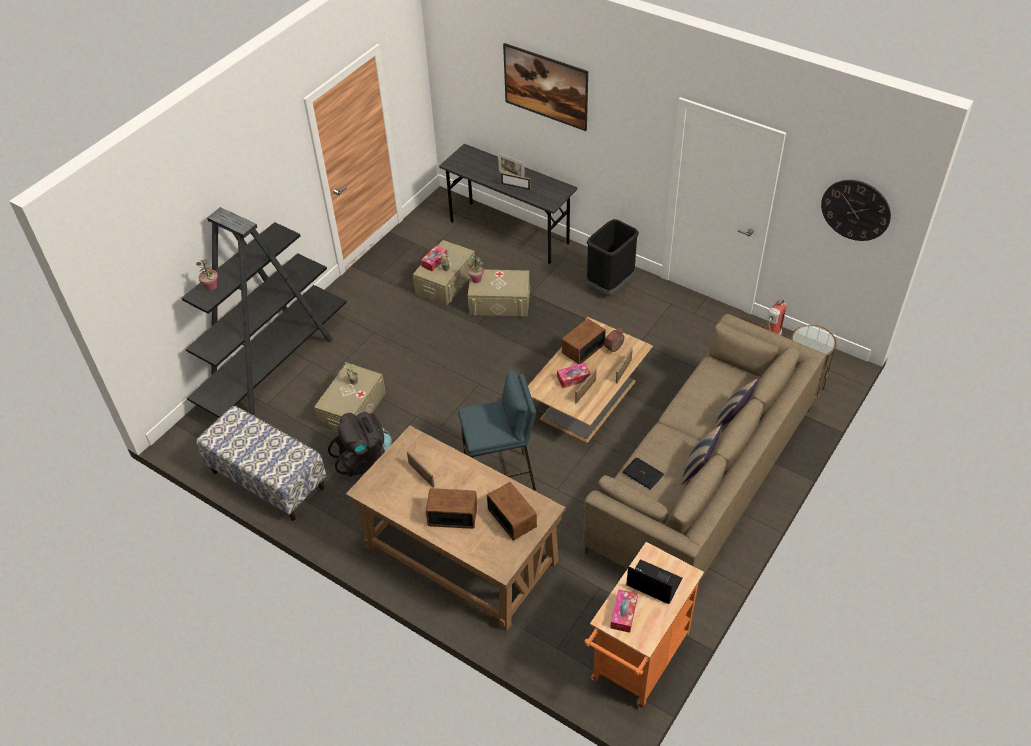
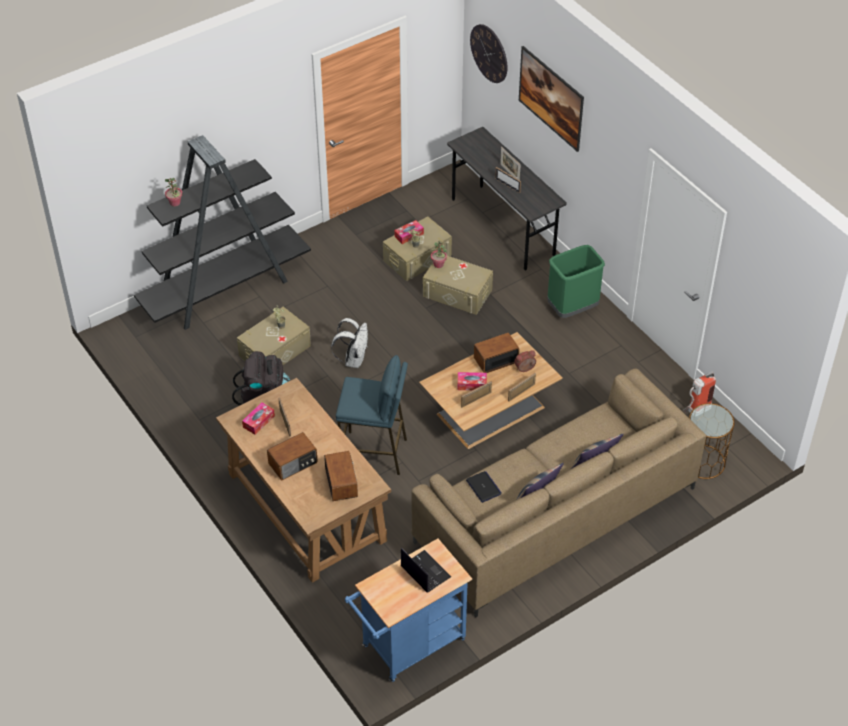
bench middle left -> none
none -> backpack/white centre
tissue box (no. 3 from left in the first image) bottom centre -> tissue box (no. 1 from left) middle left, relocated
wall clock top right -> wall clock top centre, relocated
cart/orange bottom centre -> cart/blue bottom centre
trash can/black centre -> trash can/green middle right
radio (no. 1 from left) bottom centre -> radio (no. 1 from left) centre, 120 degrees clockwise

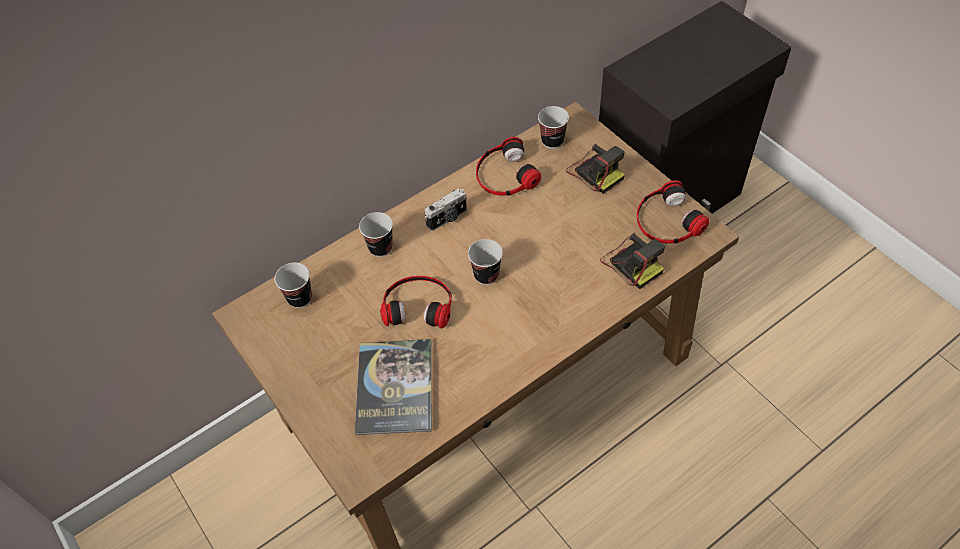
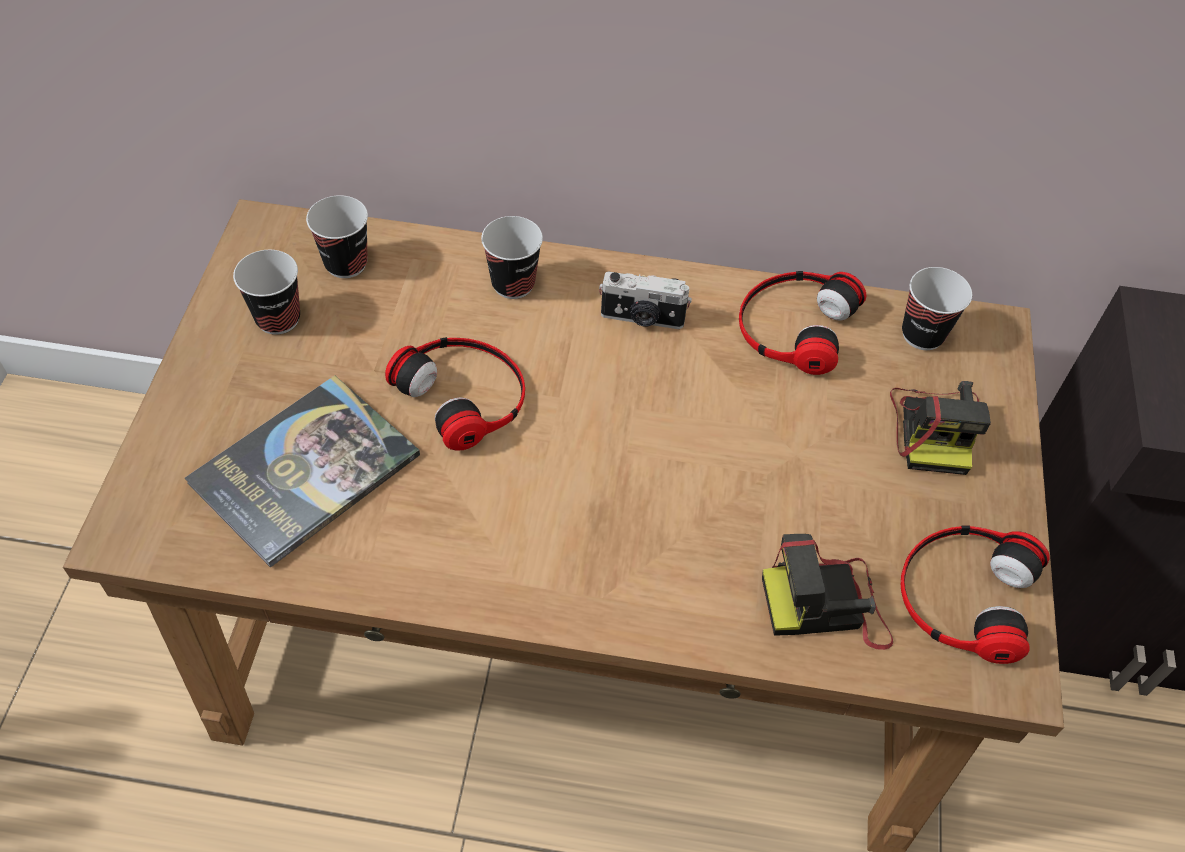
cup (no. 3 from left in the first image) centre -> cup (no. 1 from left) middle left, relocated
photo camera (no. 3 from left in the first image) centre -> photo camera (no. 2 from left) bottom right, 75 degrees clockwise

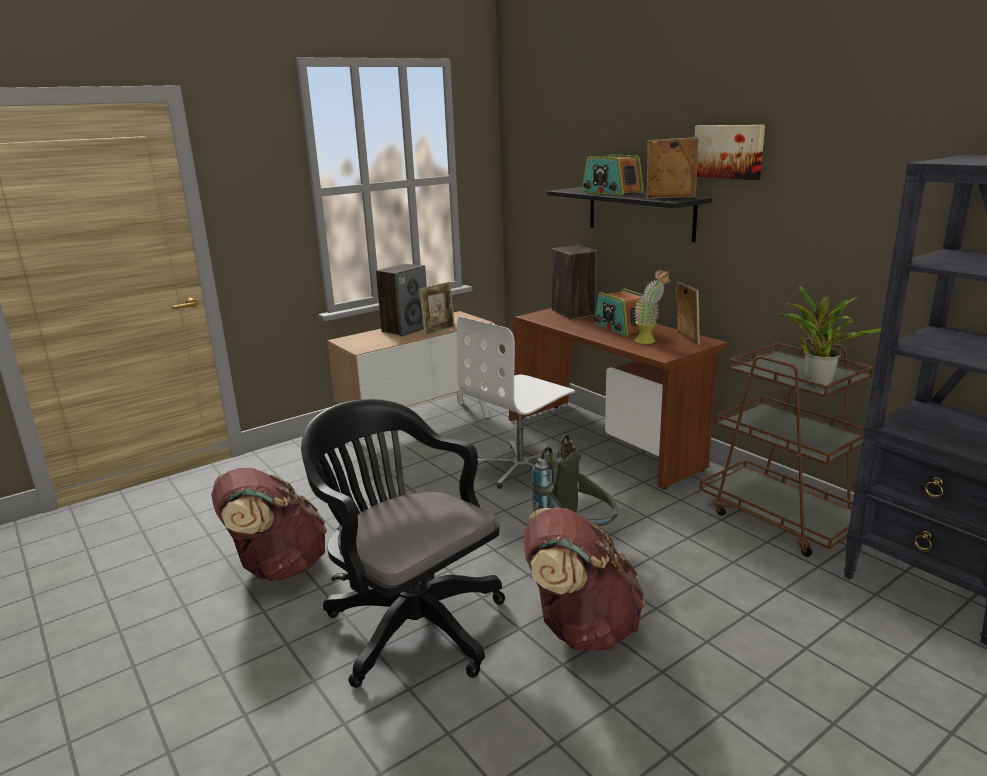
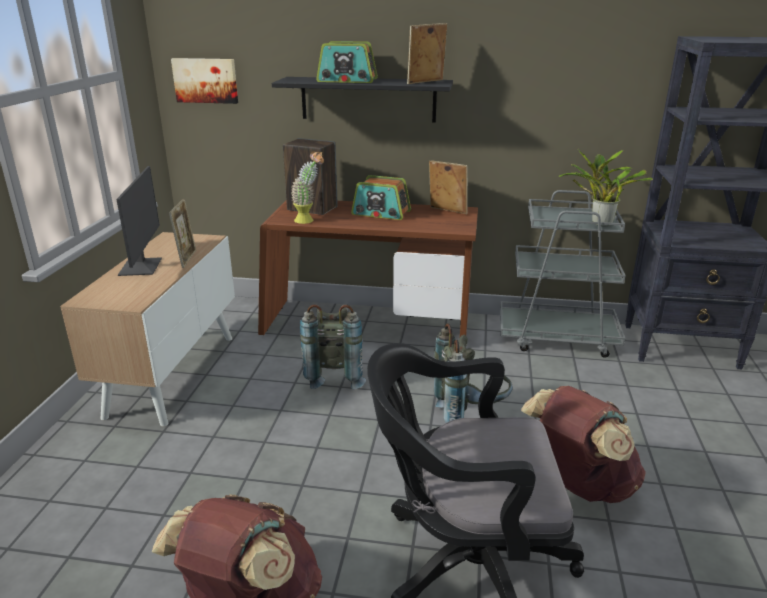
potted plant (no. 1 from left) centre -> potted plant (no. 1 from left) top centre, relocated
picture top right -> picture top left, relocated
speaker (no. 1 from left) centre -> monitor middle left
office chair/white centre -> backpack/grey (no. 1 from left) centre
cart/brown middle right -> cart/grey middle right

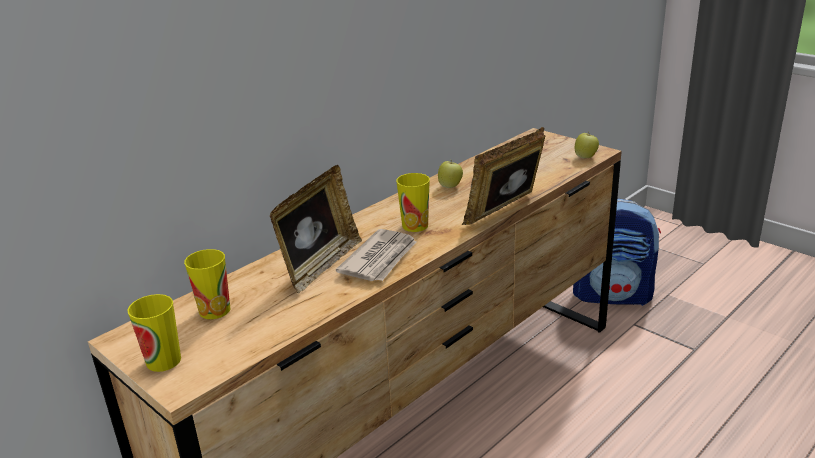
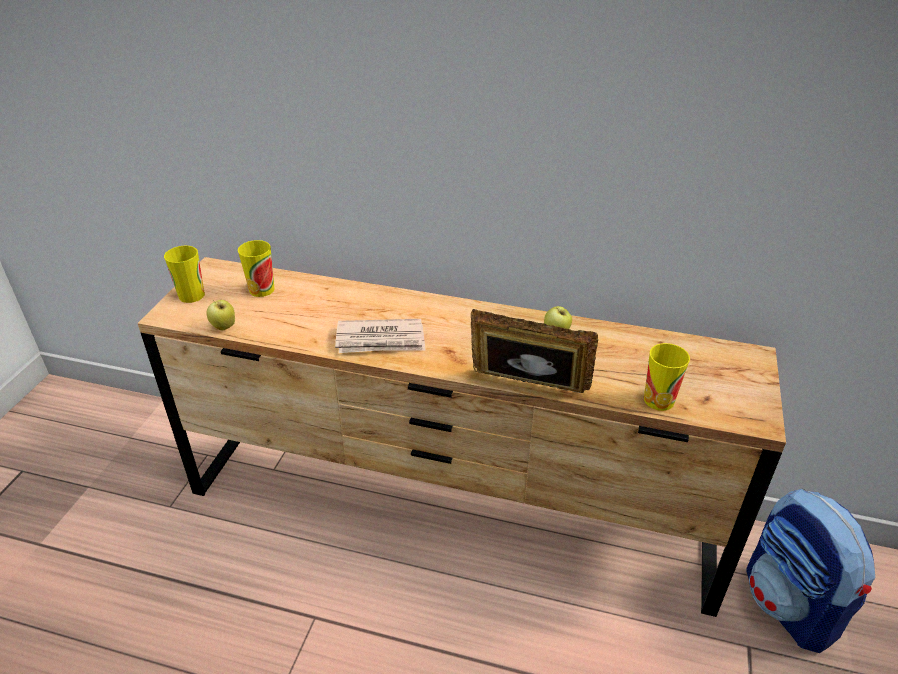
picture frame (no. 1 from left) centre -> none
cup (no. 3 from left) centre -> cup (no. 3 from left) middle right, relocated
apple (no. 2 from left in the first image) top right -> apple (no. 1 from left) middle left, relocated

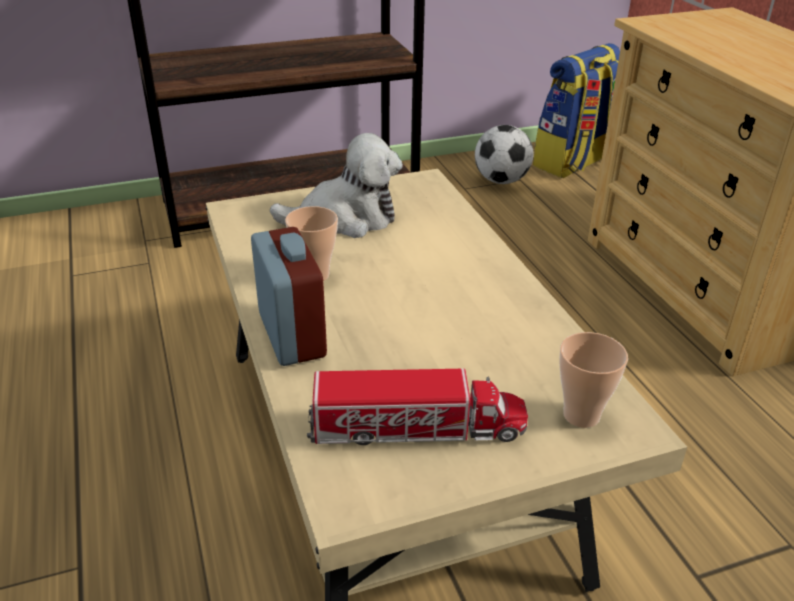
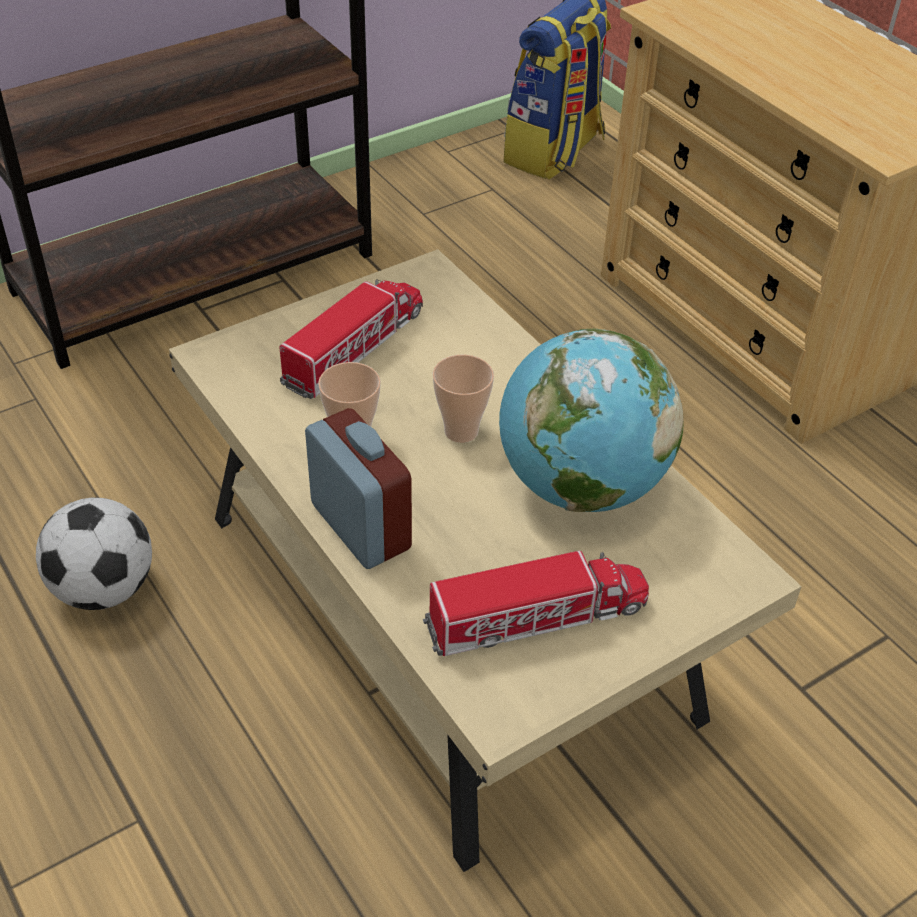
none -> globe centre
football top centre -> football middle left, relocated
cup (no. 2 from left) middle right -> cup (no. 2 from left) centre, relocated
plush toy top centre -> toy truck (no. 1 from left) centre

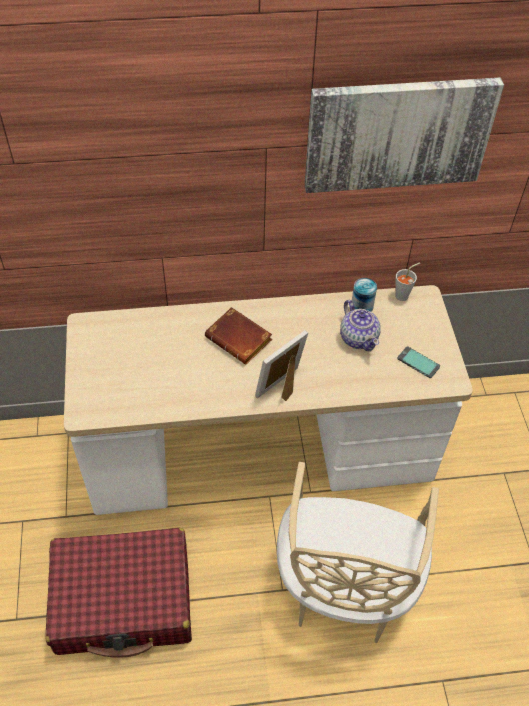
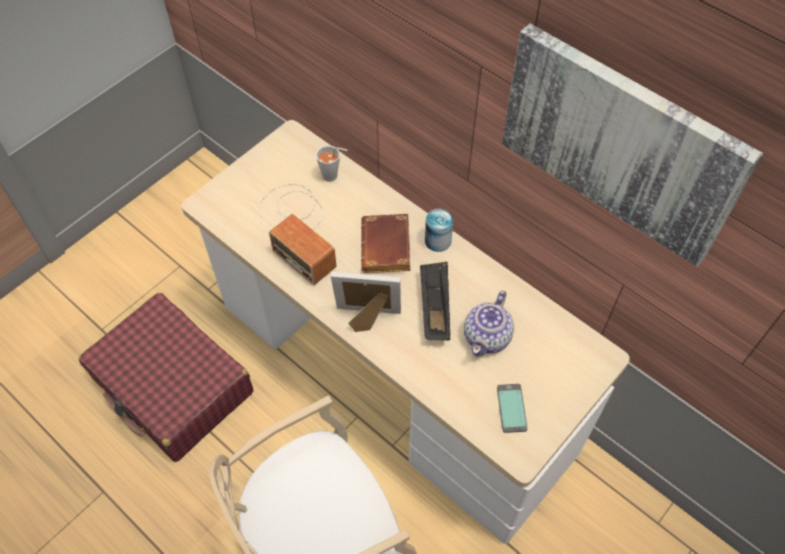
none -> radio centre
none -> tray/black centre
can middle right -> can centre, relocated
cup/grey middle right -> cup/grey top centre, relocated

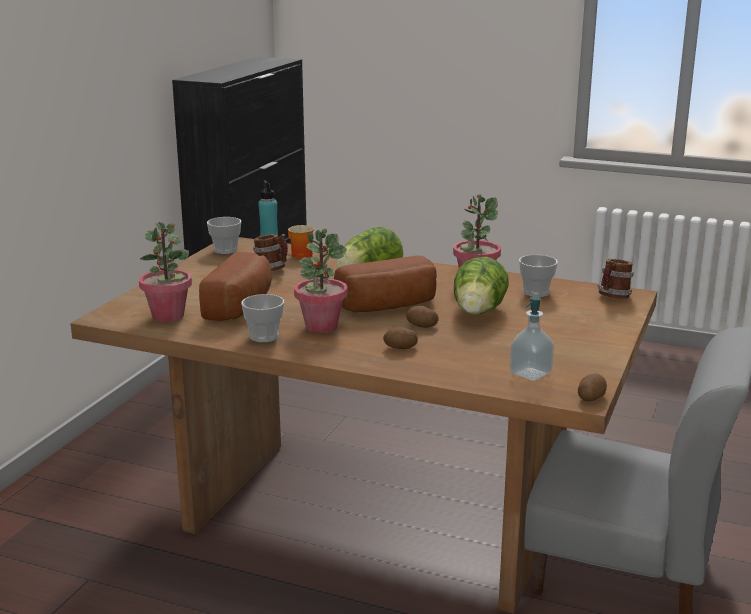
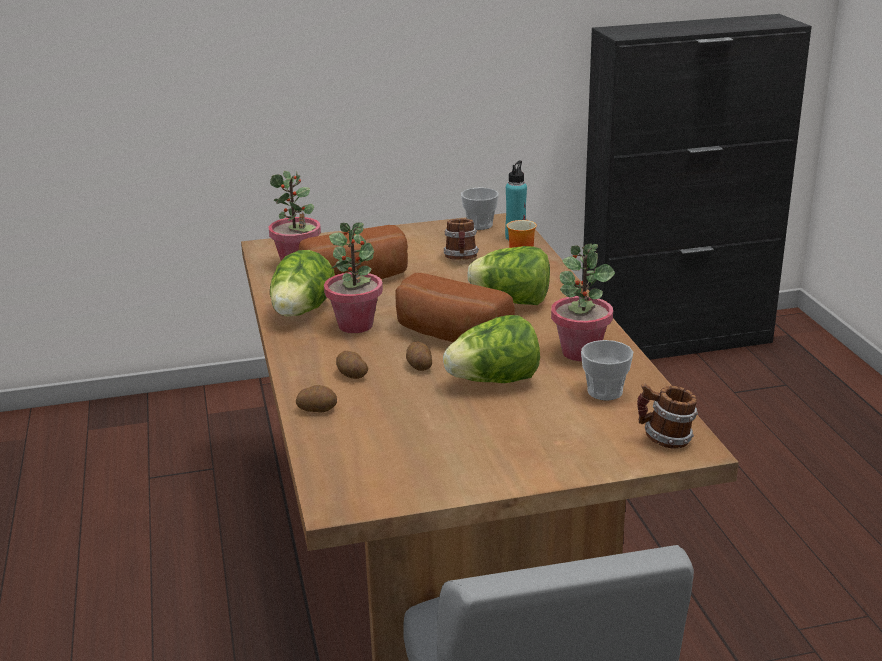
soap dispenser middle right -> none
potato (no. 3 from left in the first image) middle right -> potato (no. 1 from left) centre, relocated
cup (no. 2 from left) centre -> lettuce (no. 1 from left) centre

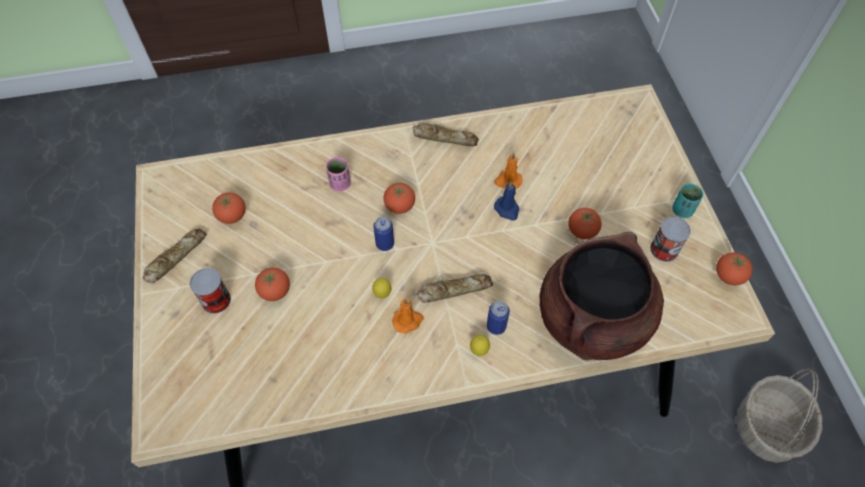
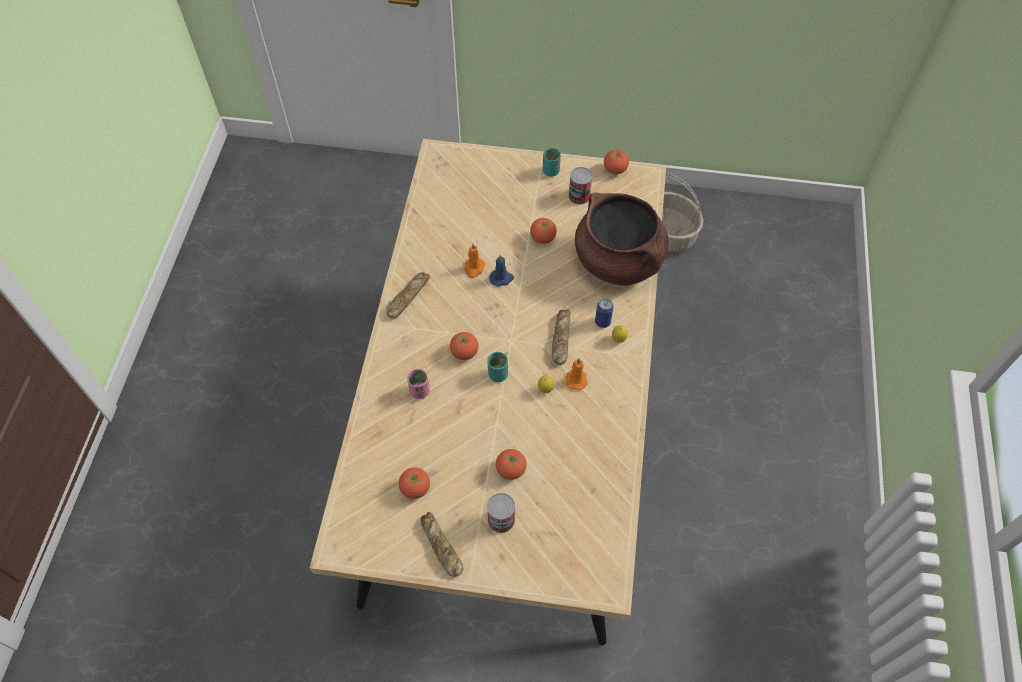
can (no. 2 from left) centre -> cup/turquoise (no. 1 from left) centre

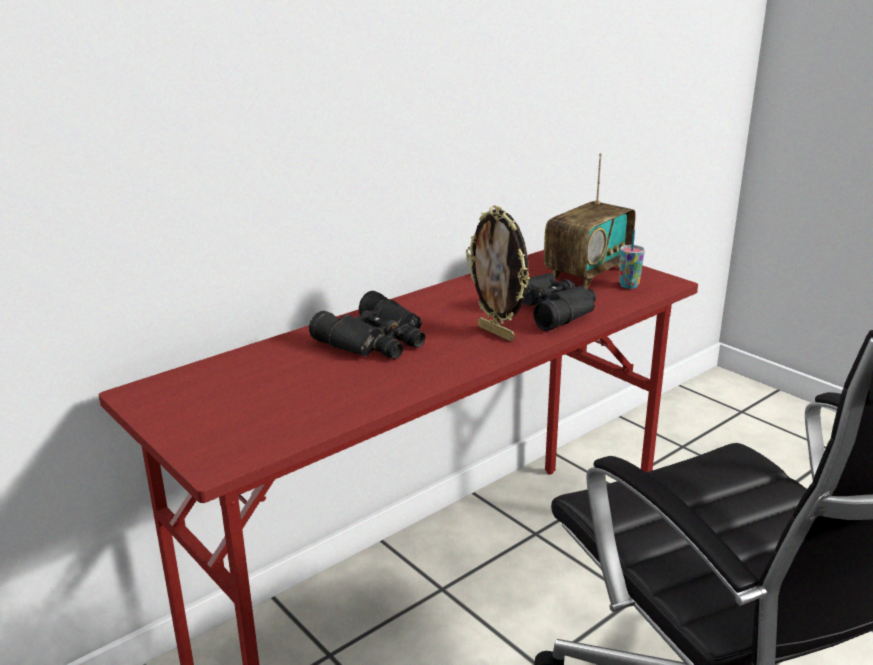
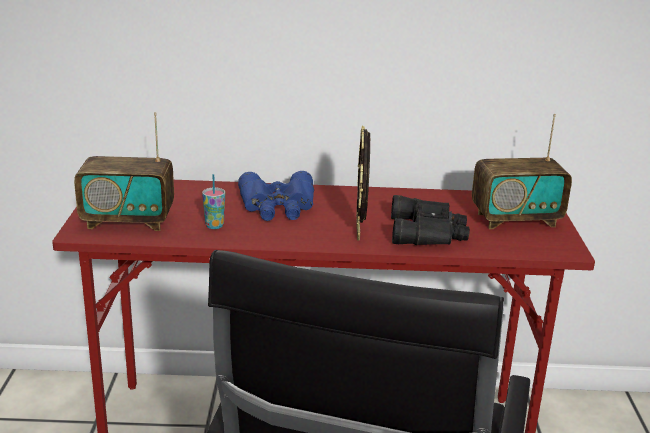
none -> radio (no. 1 from left) middle left
cup middle right -> cup middle left, relocated
binoculars/black (no. 1 from left) centre -> binoculars/blue centre

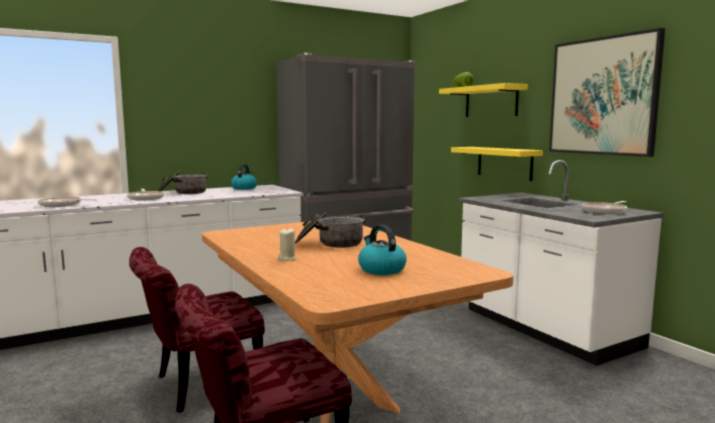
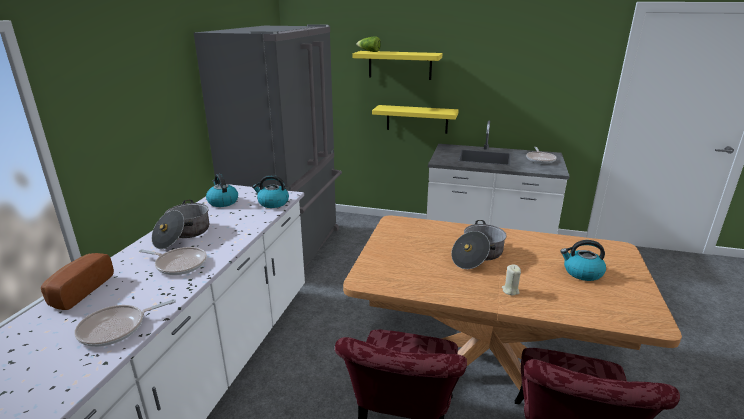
picture top right -> none
none -> bread bottom left
none -> kettle (no. 2 from left) centre

